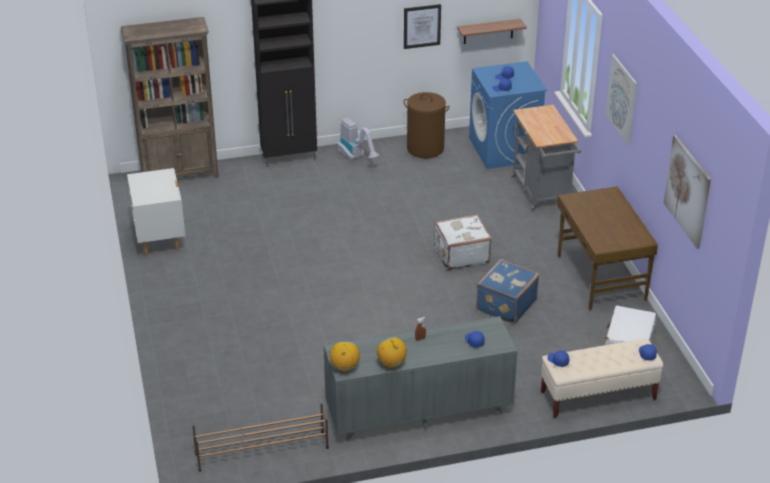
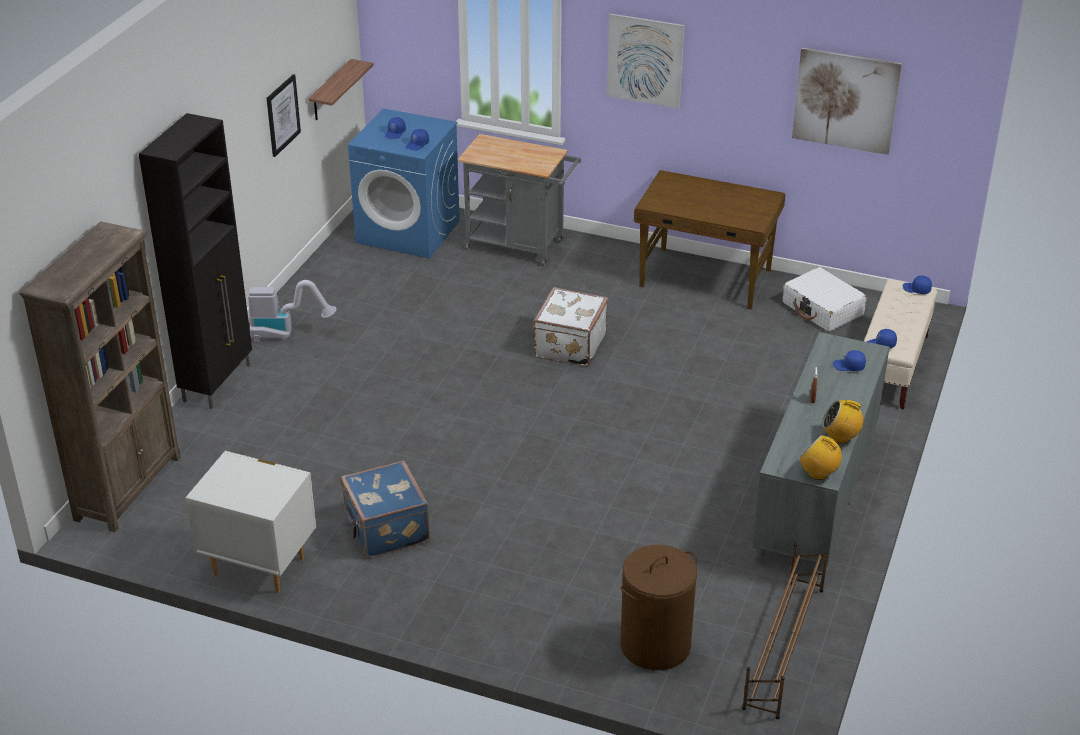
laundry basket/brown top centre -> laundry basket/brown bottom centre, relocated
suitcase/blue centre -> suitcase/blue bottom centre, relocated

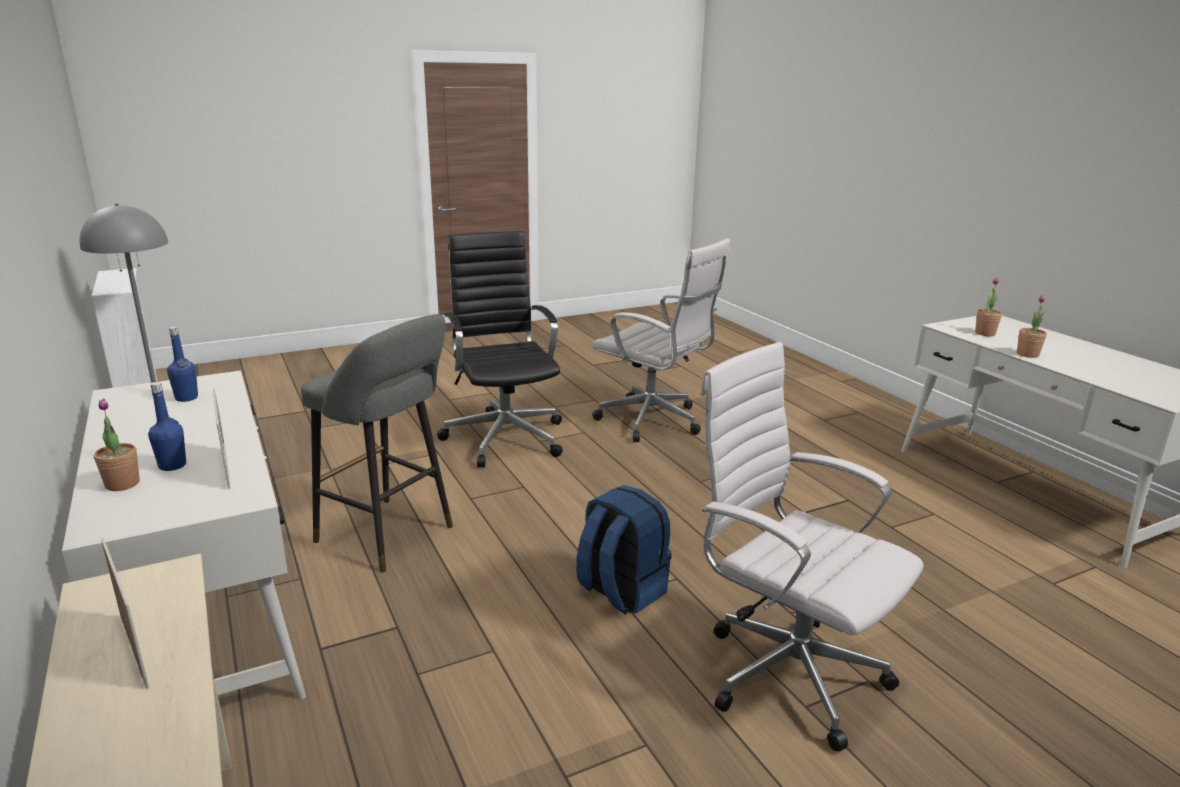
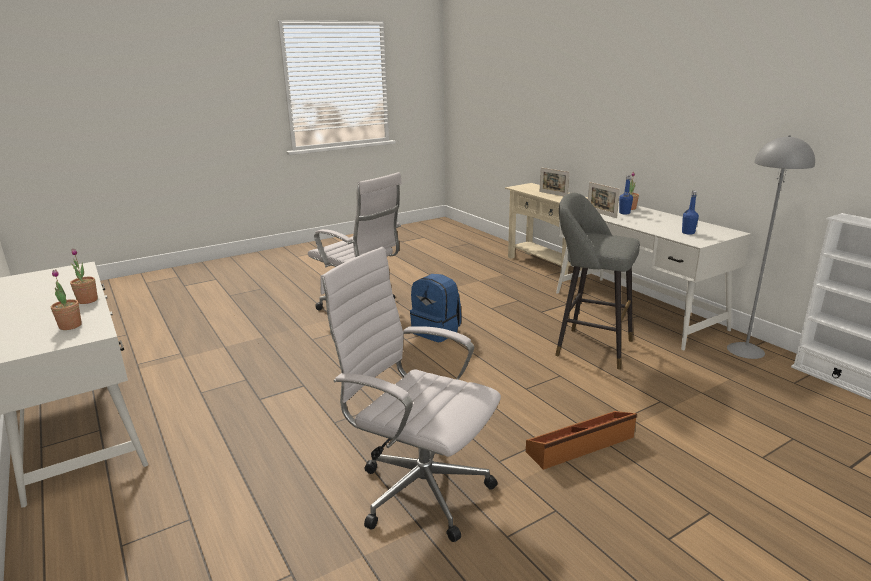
office chair/black centre -> storage box/brown bottom right

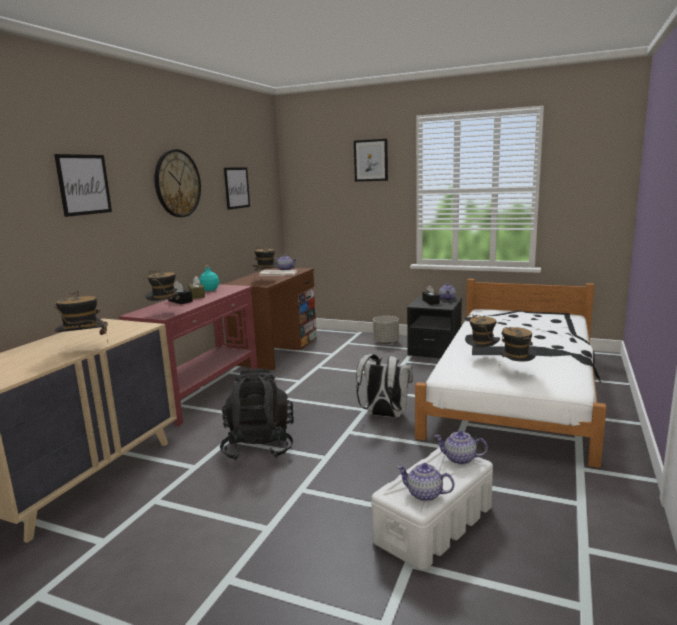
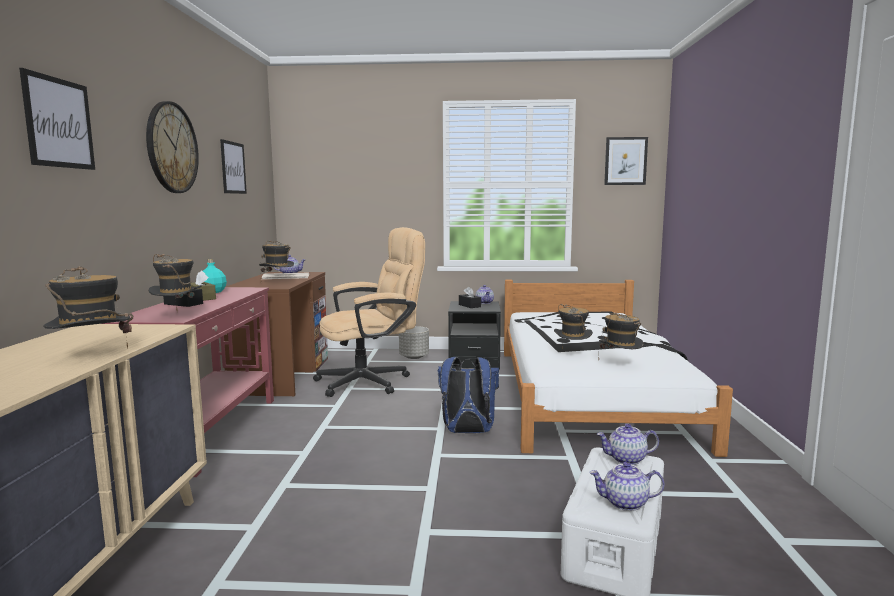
backpack/black centre -> none
none -> office chair/beige centre
picture (no. 3 from left) top centre -> picture (no. 3 from left) top right, relocated
backpack/white centre -> backpack/blue centre

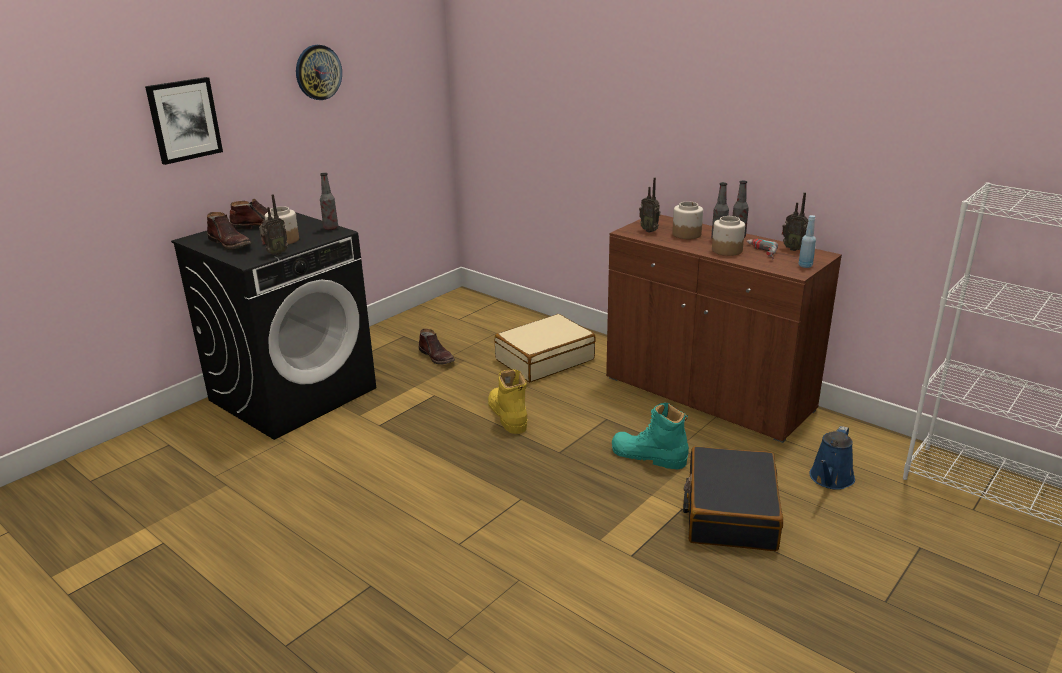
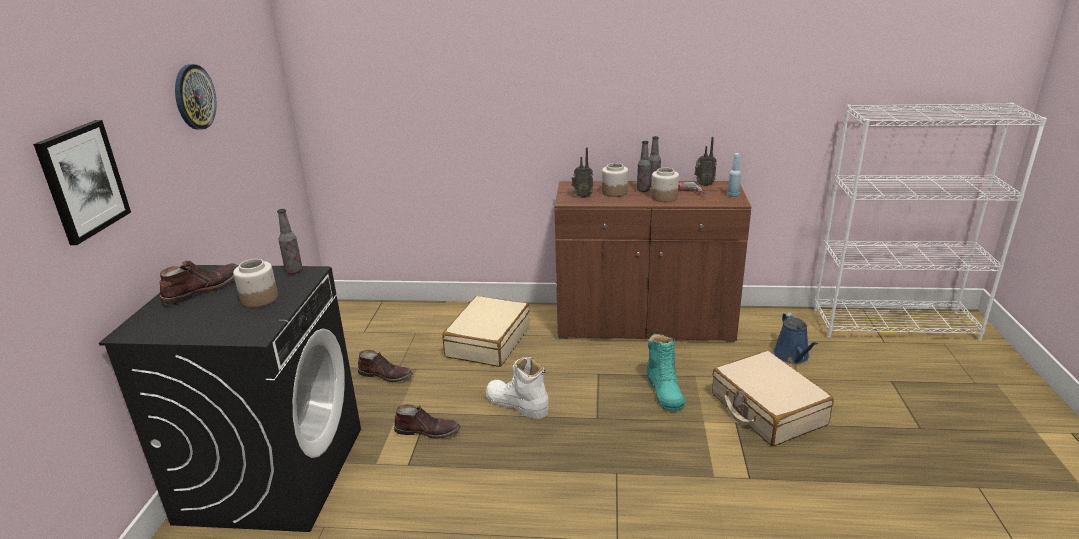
radio (no. 1 from left) middle left -> none
boot/brown (no. 1 from left in the first image) middle left -> boot/brown (no. 3 from left) bottom centre, relocated
boot/yellow centre -> boot/white bottom centre
suitcase/black bottom right -> suitcase/beige (no. 2 from left) bottom right
boot/turquoise centre -> boot/turquoise bottom centre, 90 degrees counterclockwise

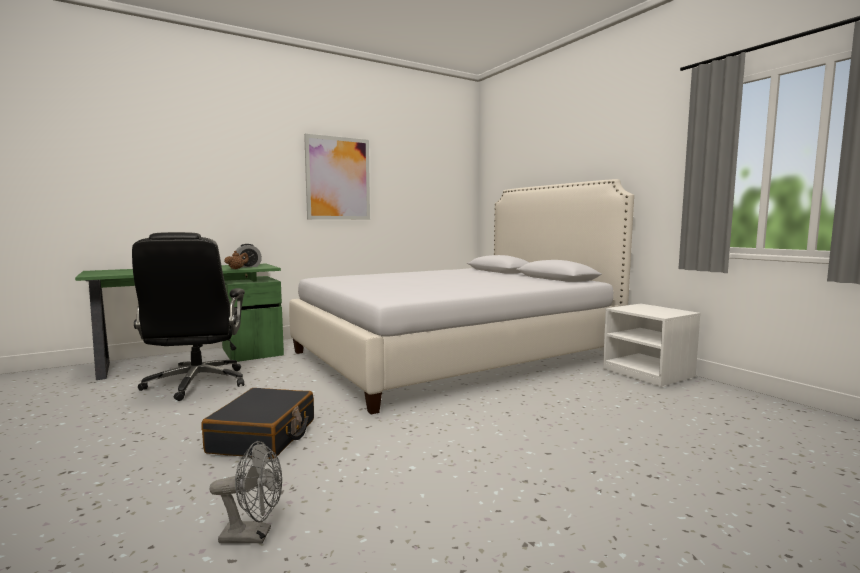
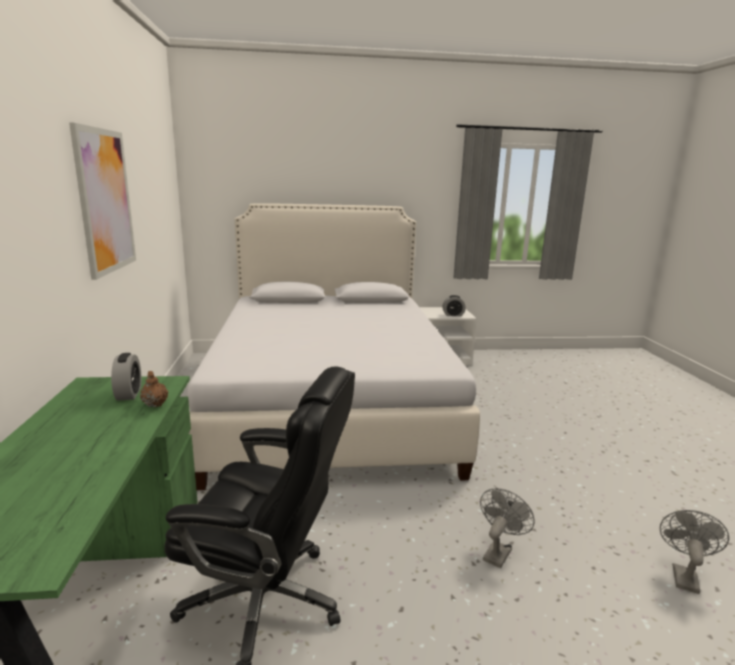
none -> alarm clock (no. 2 from left) centre
suitcase/black bottom left -> fan/grey (no. 1 from left) bottom right

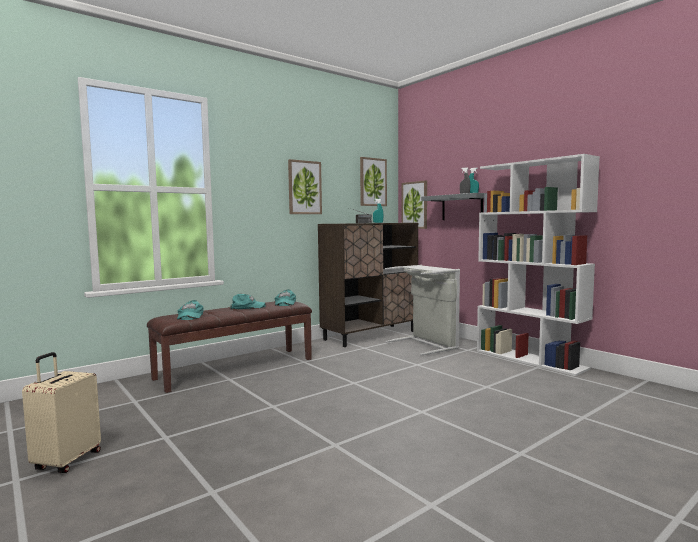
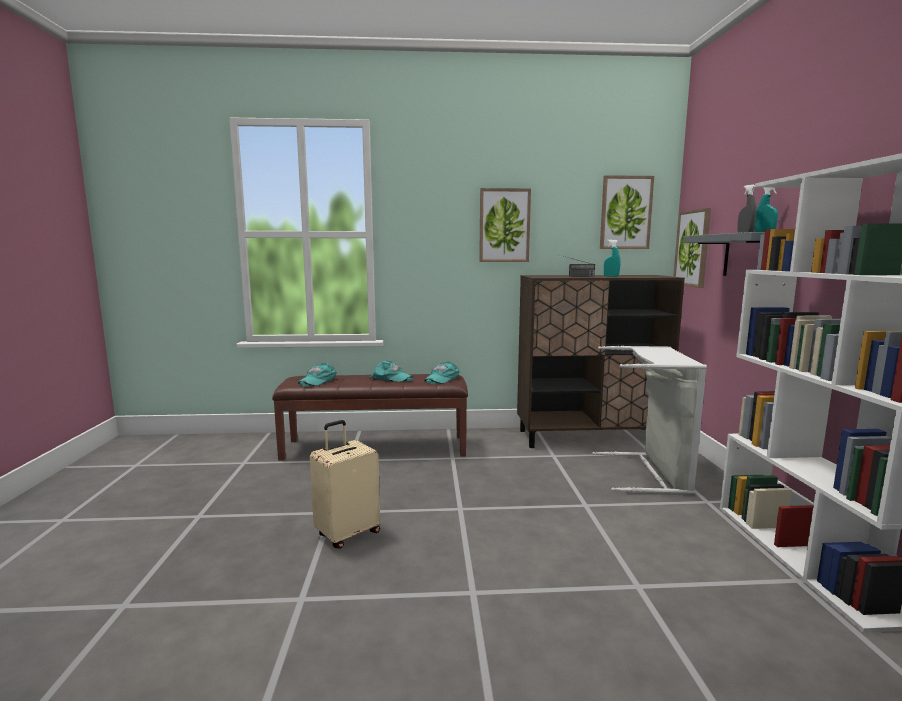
suitcase/beige bottom left -> suitcase/beige bottom centre, relocated

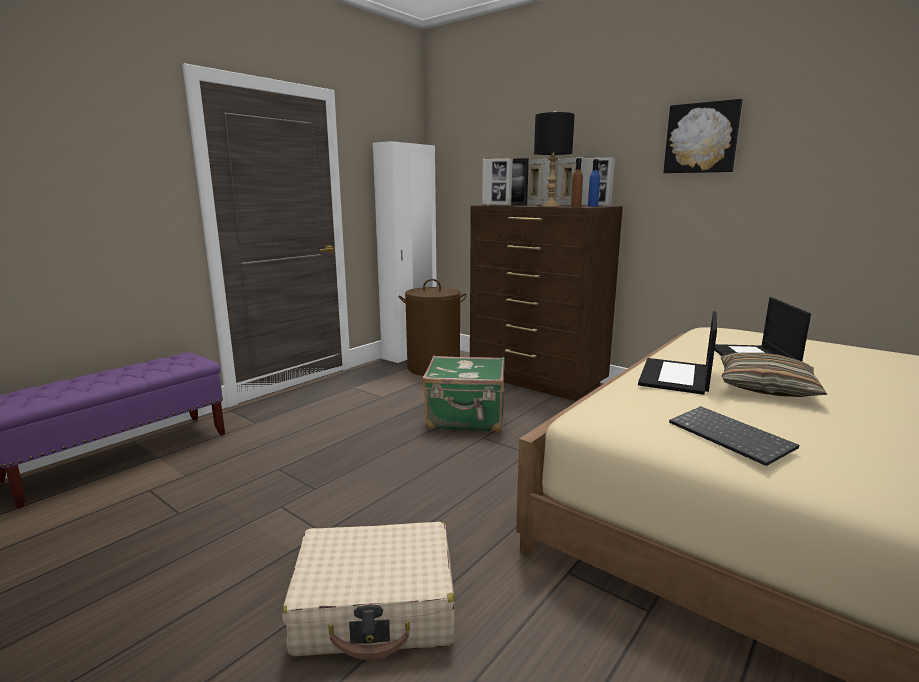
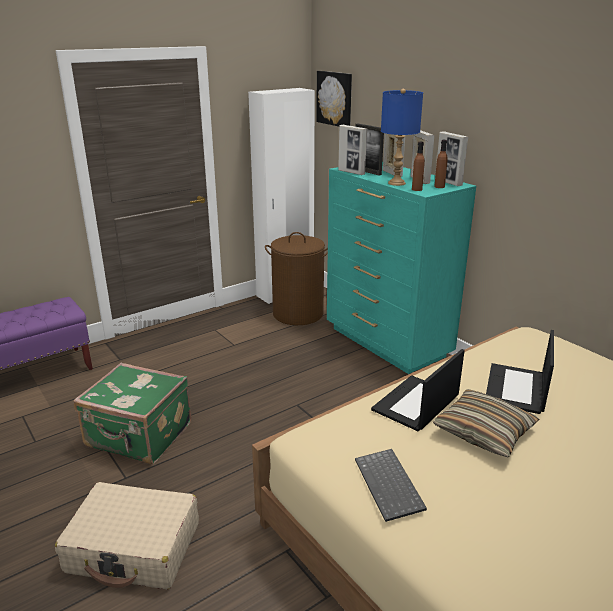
suitcase/green centre -> suitcase/green bottom left, relocated
picture top right -> picture top centre, relocated
dresser/brown centre -> dresser/turquoise centre
table lamp/black top centre -> table lamp/blue top centre
bottle/blue top centre -> bottle/brown (no. 2 from left) top right

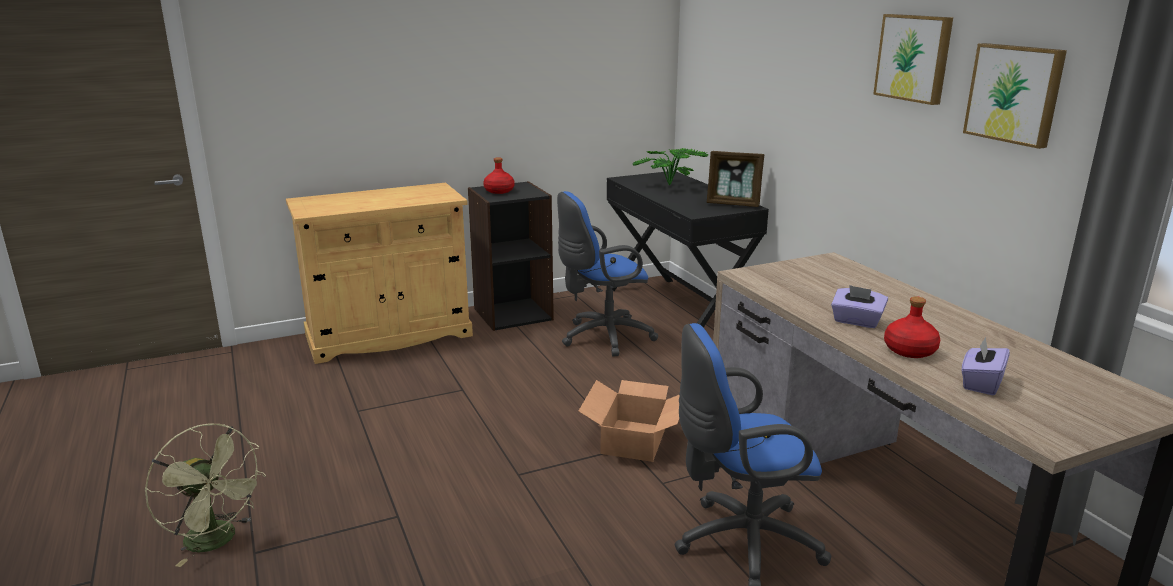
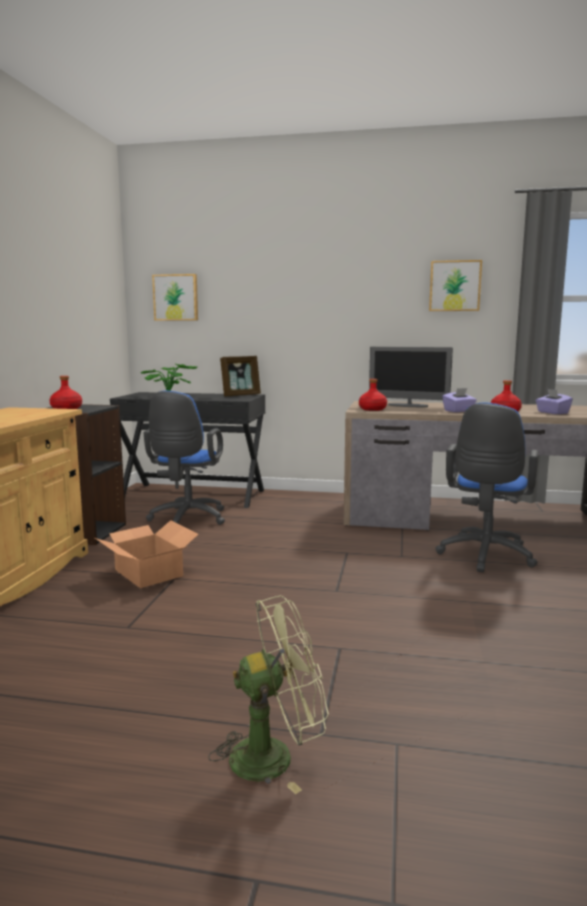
none -> bottle/red (no. 2 from left) centre
none -> monitor middle right
cardboard box bottom centre -> cardboard box middle left, relocated
picture (no. 1 from left) top right -> picture (no. 1 from left) top left, relocated

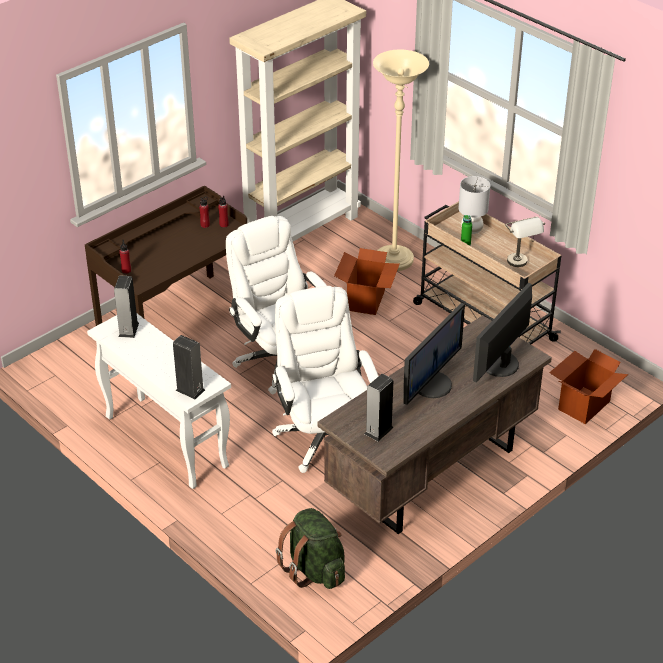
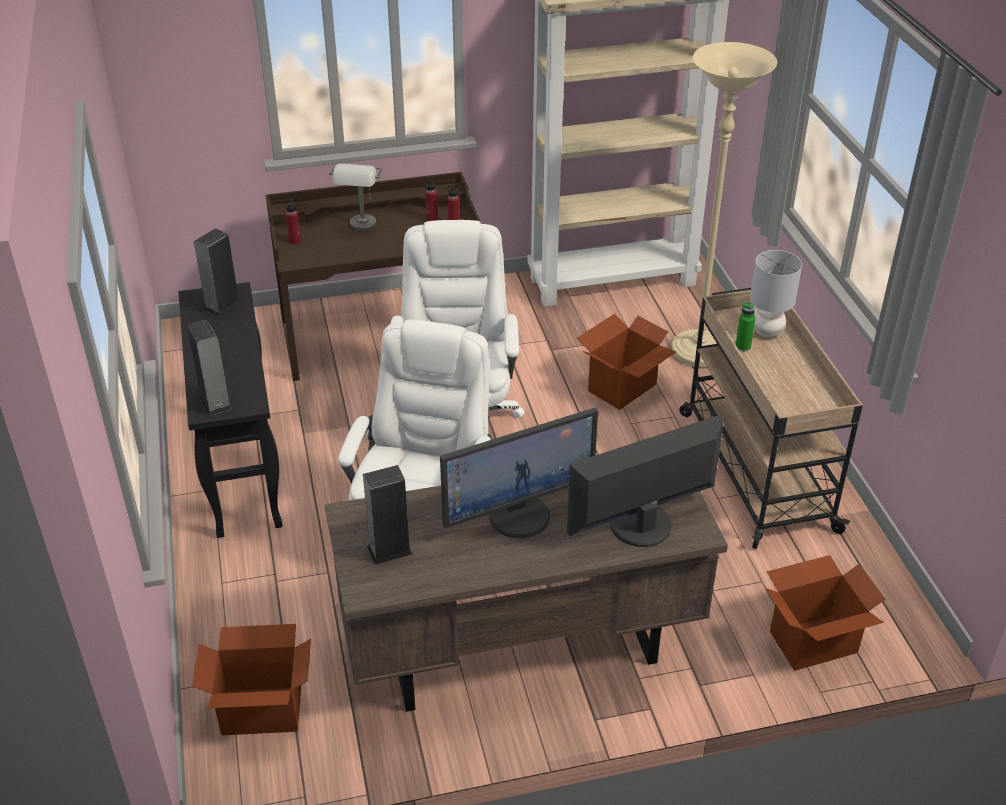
table lamp/grey (no. 2 from left in the first image) middle right -> table lamp/grey (no. 1 from left) top centre, relocated
backpack/green bottom centre -> cardboard box (no. 1 from left) bottom left
console table/white middle left -> console table/black middle left

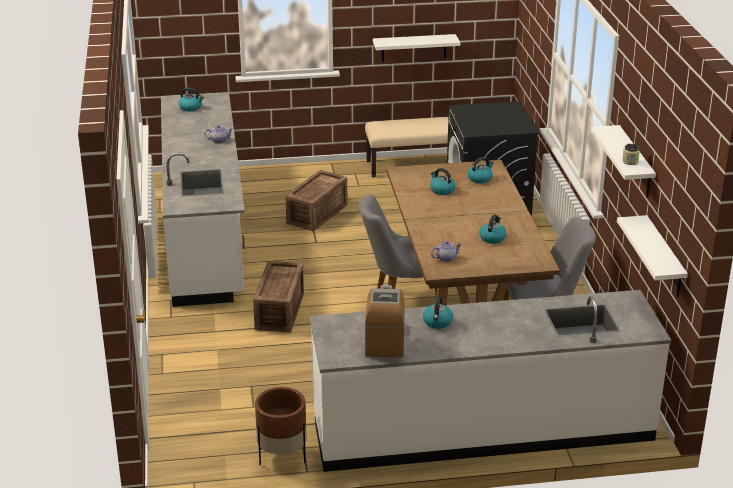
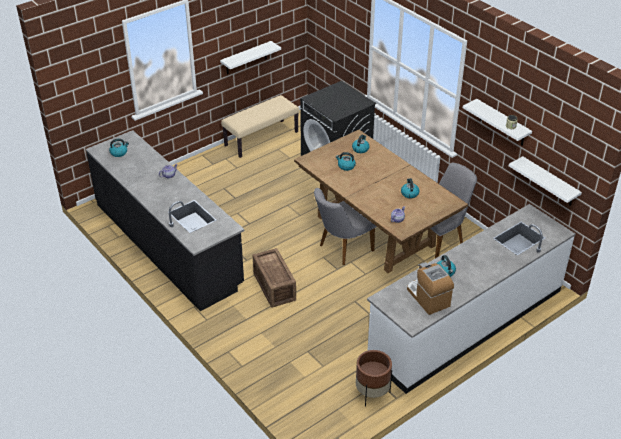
crate (no. 2 from left) centre -> none
counter/white (no. 1 from left) middle left -> counter/black middle left

